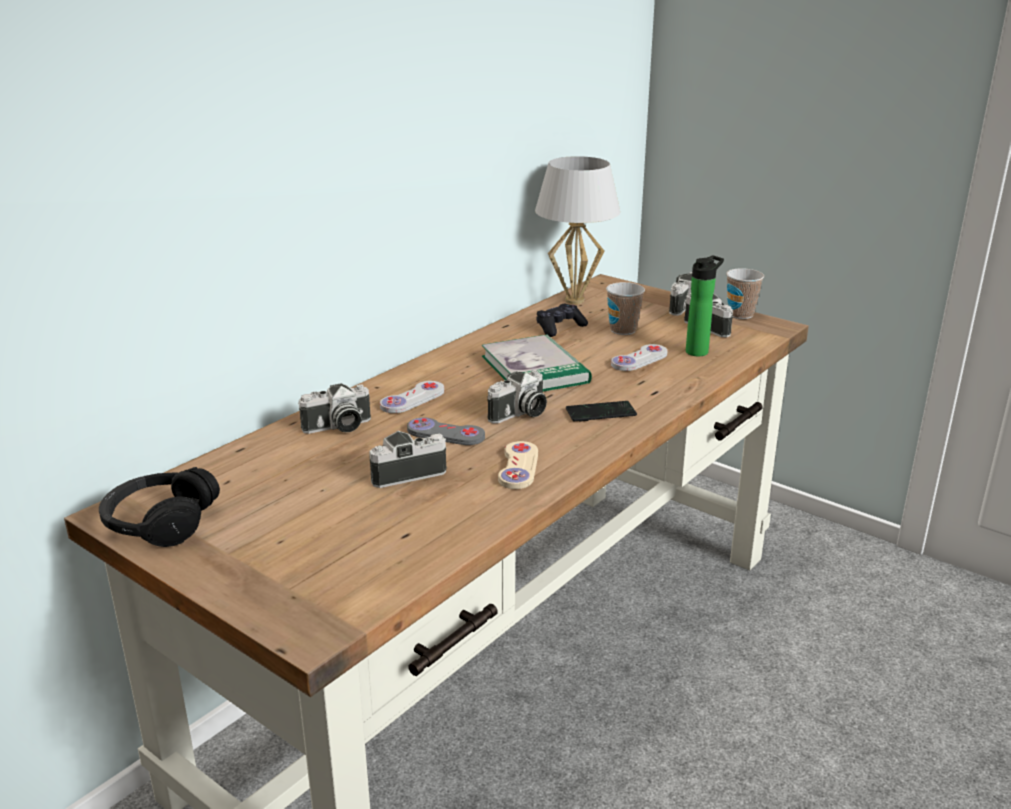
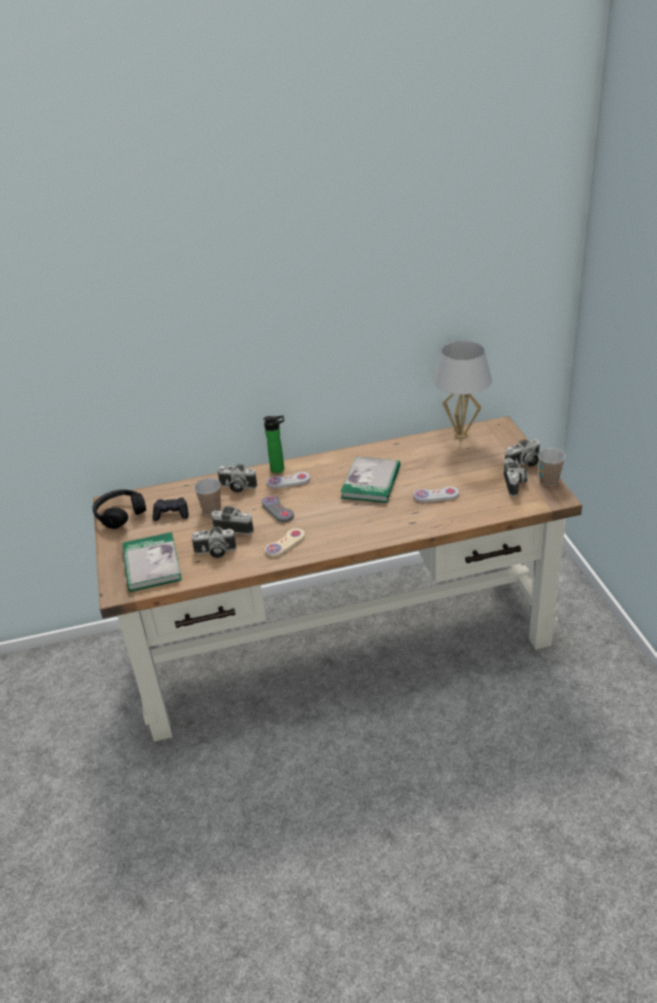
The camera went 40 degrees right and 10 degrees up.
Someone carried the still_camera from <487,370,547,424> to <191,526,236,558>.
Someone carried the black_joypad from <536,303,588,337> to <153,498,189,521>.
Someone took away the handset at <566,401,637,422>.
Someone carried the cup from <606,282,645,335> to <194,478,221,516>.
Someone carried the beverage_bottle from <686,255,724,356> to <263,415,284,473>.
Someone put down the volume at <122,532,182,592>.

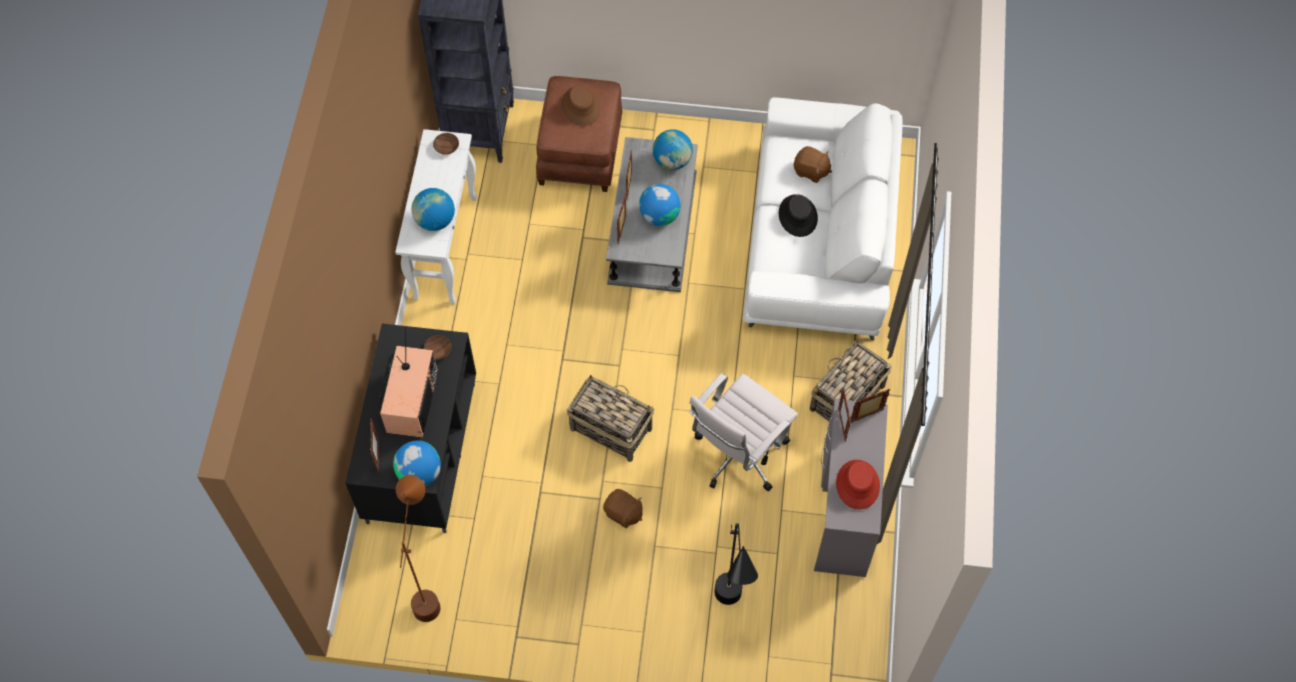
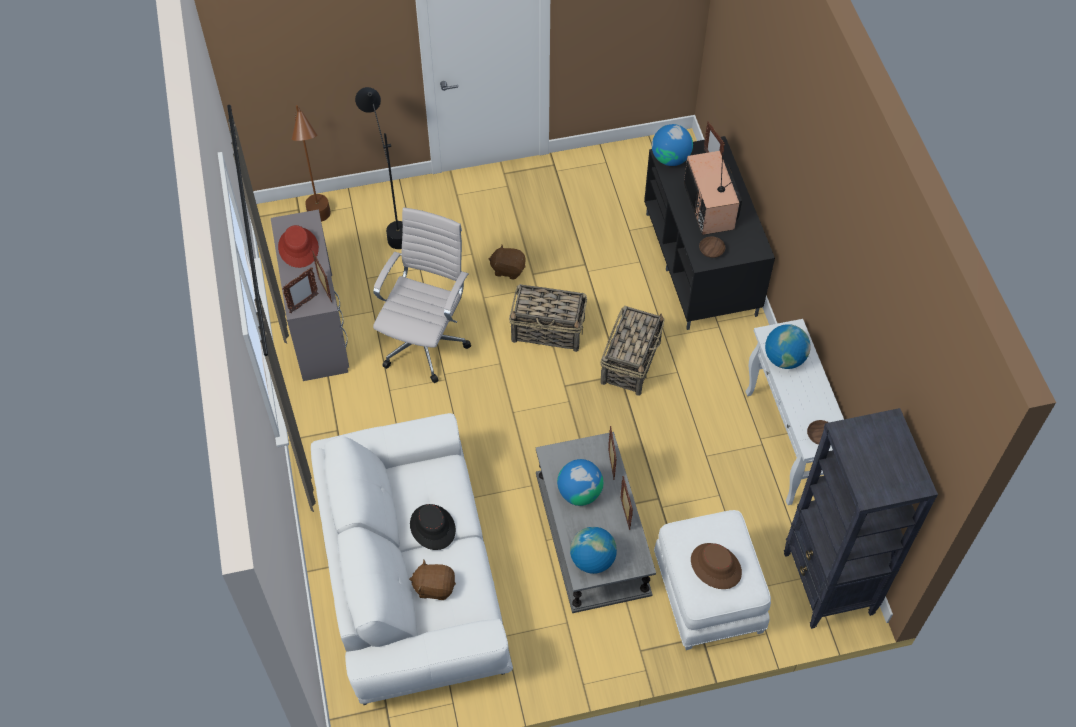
The camera went 160 degrees right and 5 degrees down.
Someone carried the brownish_standard_lamp from <396,475,440,622> to <292,105,331,222>.
Someone repainted the brownish_ottoman at <536,76,623,192>, which became the white-coloured_ottoman at <654,510,771,650>.
Someone carried the storage_basket from <810,340,892,421> to <600,306,665,396>.

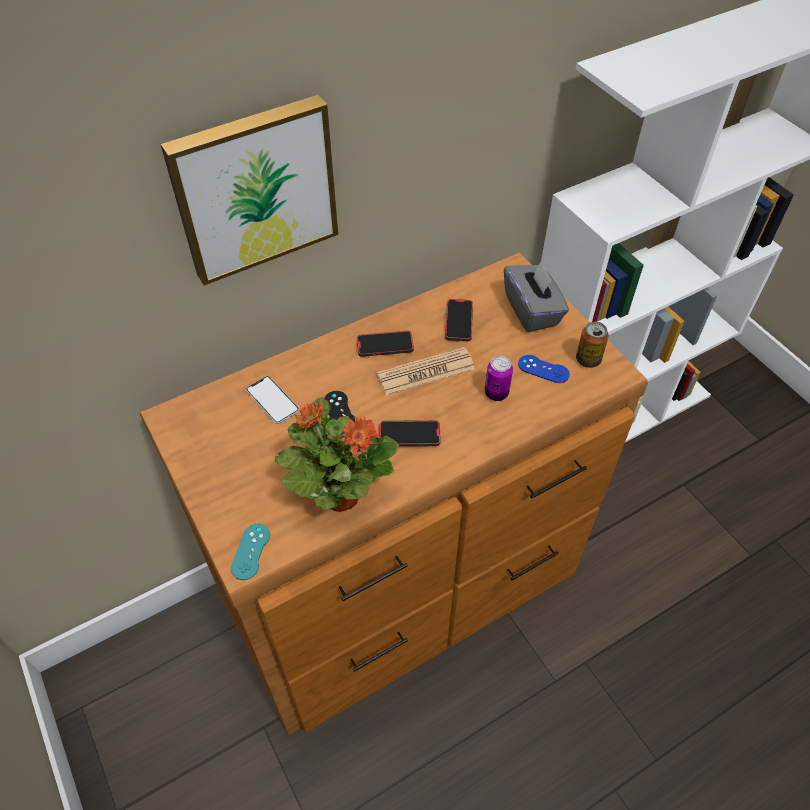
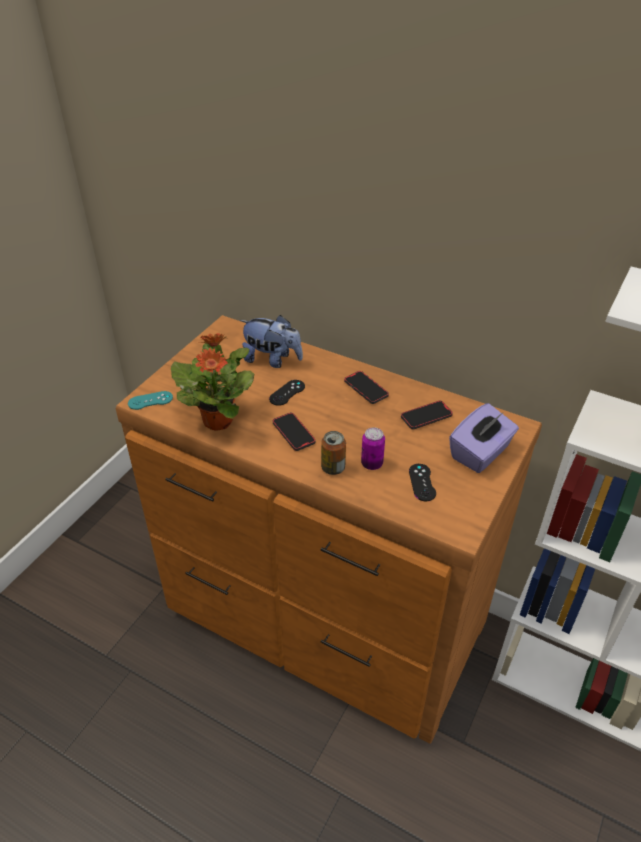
The camera went 60 degrees right and 10 degrees down.
Someone took away the wall_picture at <161,95,338,285>.
Someone swapped the handset at <246,376,300,424> for the cuddly_toy at <240,315,303,368>.
Someone took away the daily_paper at <377,347,475,395>.
Someone repainted the gray_tissue_holder at <504,260,569,332>, which became the purple-coloured_tissue_holder at <449,403,519,473>.
Someone repainted the blue-coloured_joypad at <518,355,570,383>, which became the black_joypad at <409,464,436,501>.
Someone carried the can from <576,322,609,368> to <321,431,346,475>.

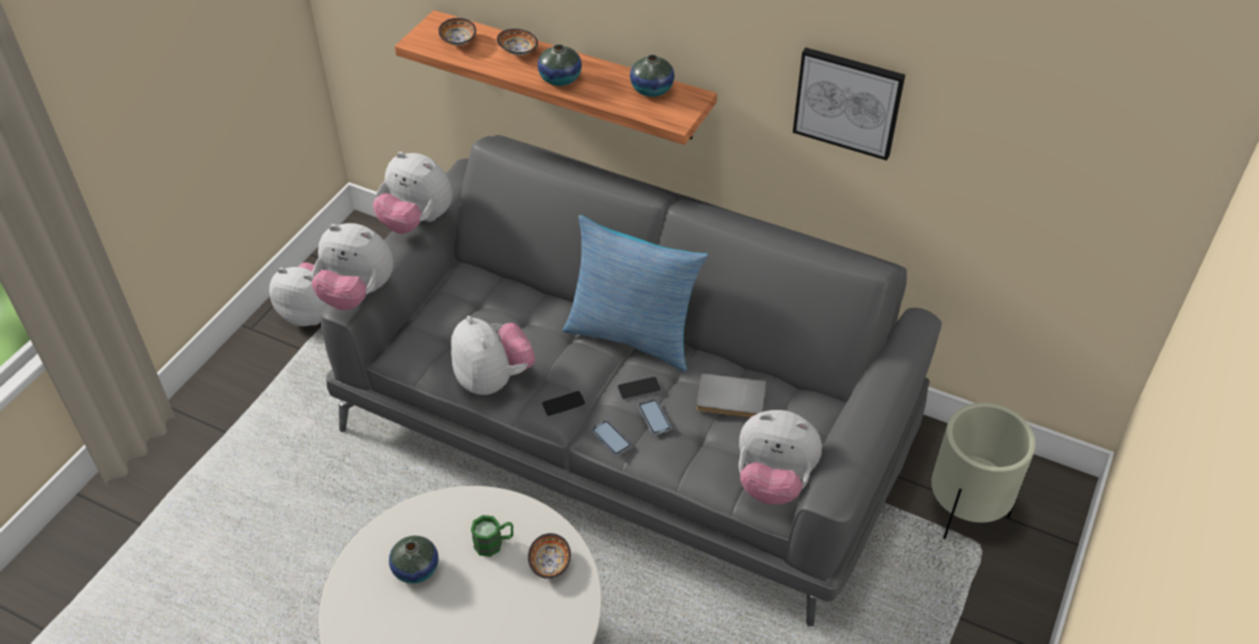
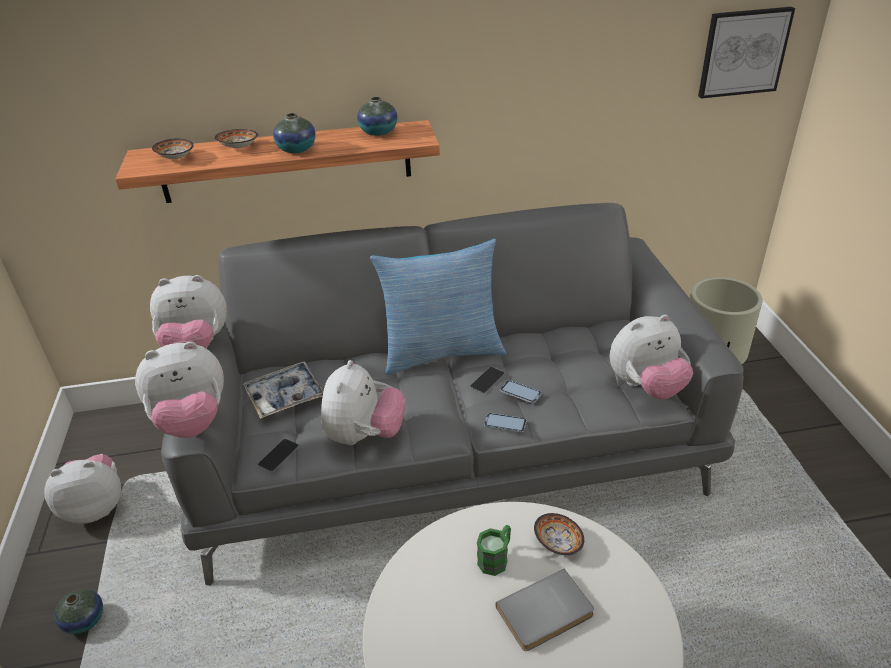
The camera went 35 degrees left and 10 degrees down.
Someone carried the decorative_vase from <389,536,438,584> to <54,589,103,634>.
Someone rotated the cuddly_toy at <451,316,535,395> by 75 degrees clockwise.
Someone carried the handset from <542,391,586,417> to <258,439,299,472>.
Someone carried the gray_volume from <696,373,766,418> to <495,569,594,651>.
Someone carried the wall_picture from <793,47,905,161> to <698,7,795,99>.
Someone put down the carrying_tray at <243,361,323,419>.

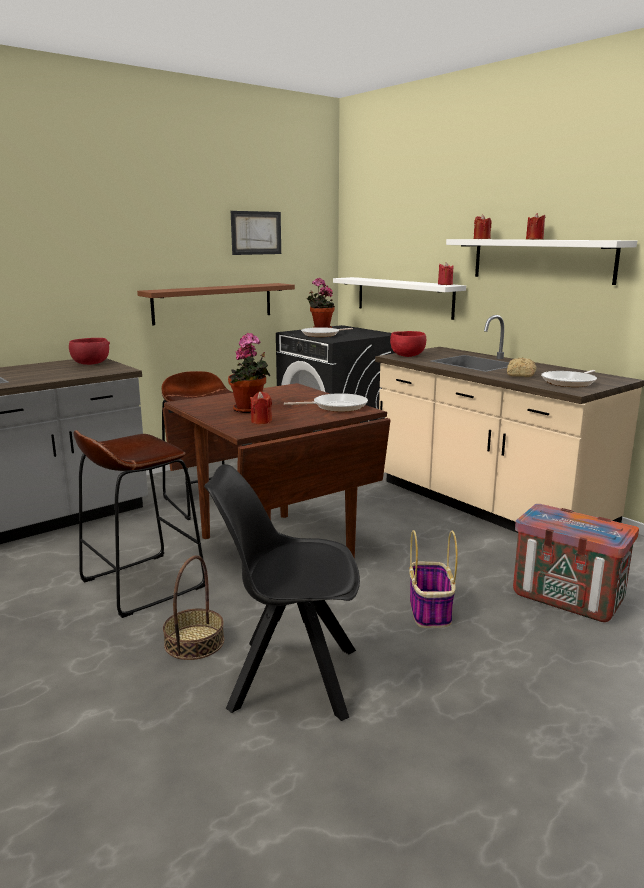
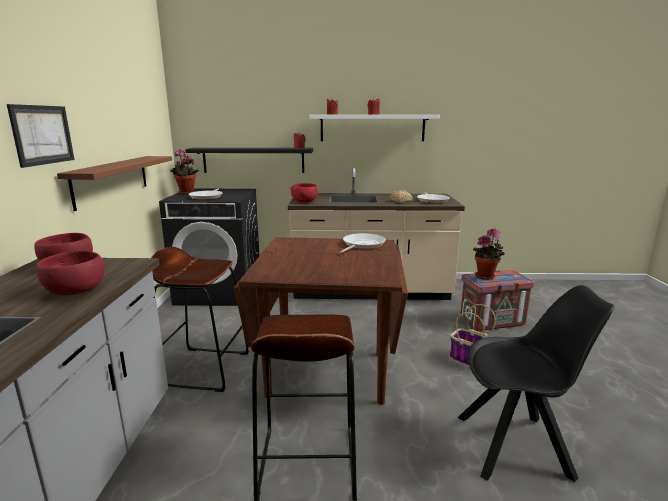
The camera went 50 degrees left and 0 degrees up.
Someone took away the storage_basket at <163,555,224,660>.
Someone rotated the black_chair at <204,464,360,721> by 135 degrees counterclockwise.
Someone carried the potted_plant from <228,333,270,413> to <473,228,505,280>.
Someone carried the wall_picture from <231,211,281,255> to <7,104,75,168>.
Someone took away the red-coloured_wax_light at <250,391,272,424>.
Someone repainted the white-coloured_shelf at <333,277,466,320>, which became the black_shelf at <185,148,313,173>.
Someone put down the red-coloured_bowl at <36,251,105,295>.

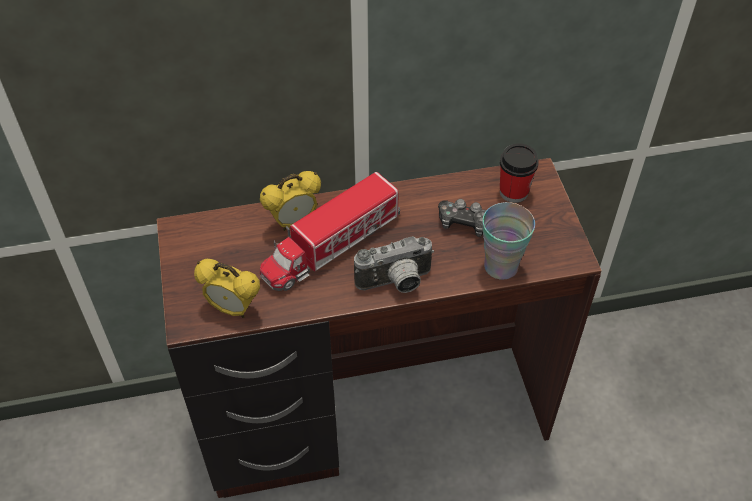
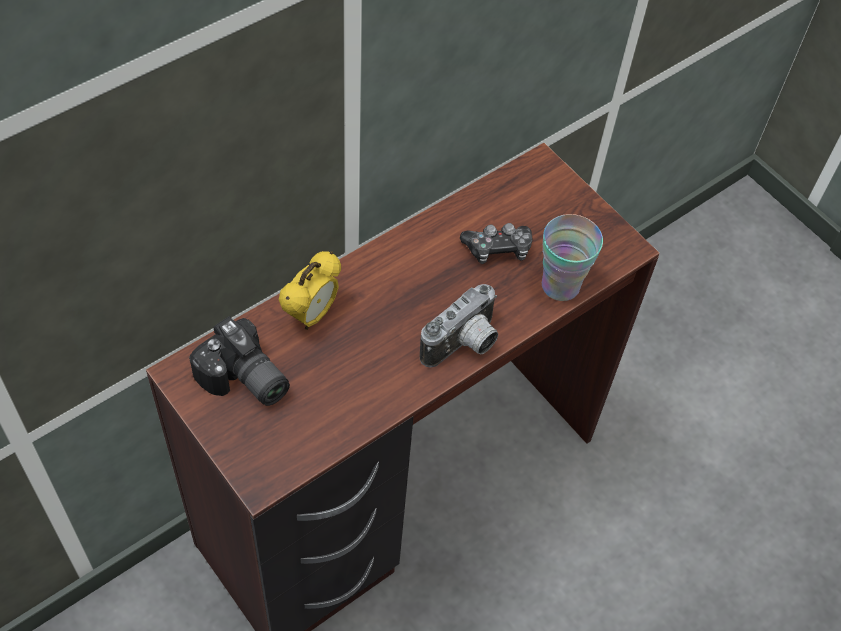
The camera went 30 degrees left and 5 degrees up.
Someone took away the bedside_clock at <194,259,260,318>.
Someone took away the model_truck at <260,172,400,291>.
Someone took away the cup at <500,143,539,203>.
Someone put down the still_camera at <189,316,290,406>.

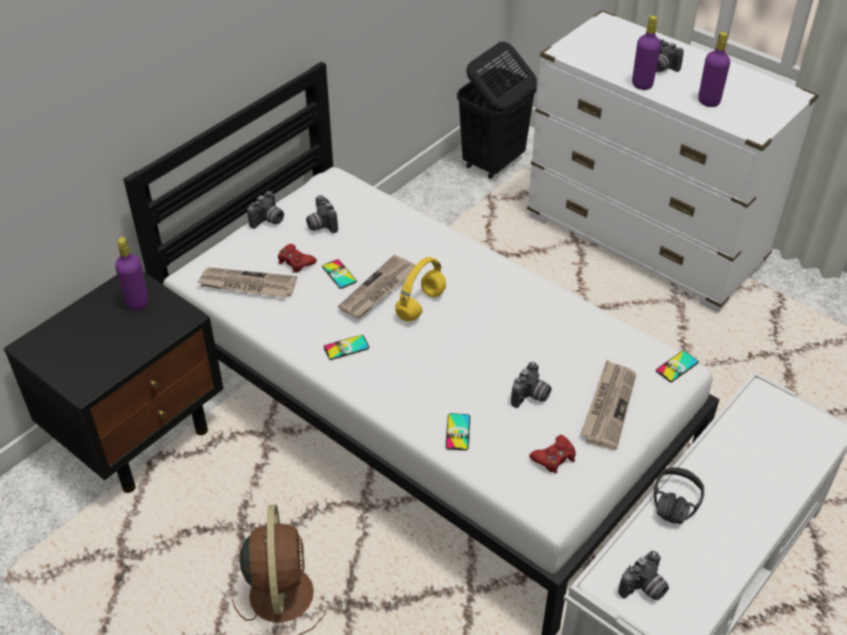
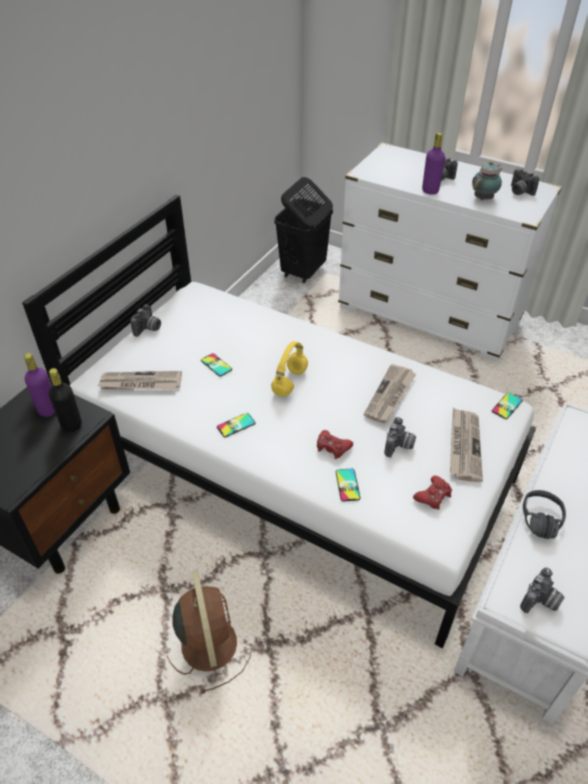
The camera went 10 degrees left and 0 degrees up.
Someone carried the red-coloured_joypad from <278,244,317,273> to <317,430,353,459>.
Someone carried the still_camera from <306,195,338,233> to <511,168,539,196>.
Someone carried the daily_paper from <338,255,415,318> to <364,364,416,423>.
Someone swapped the purple-coloured_beverage_bottle at <698,32,730,107> for the tea_pot at <472,161,503,200>.
Someone put down the black_beverage_bottle at <49,368,82,432>.

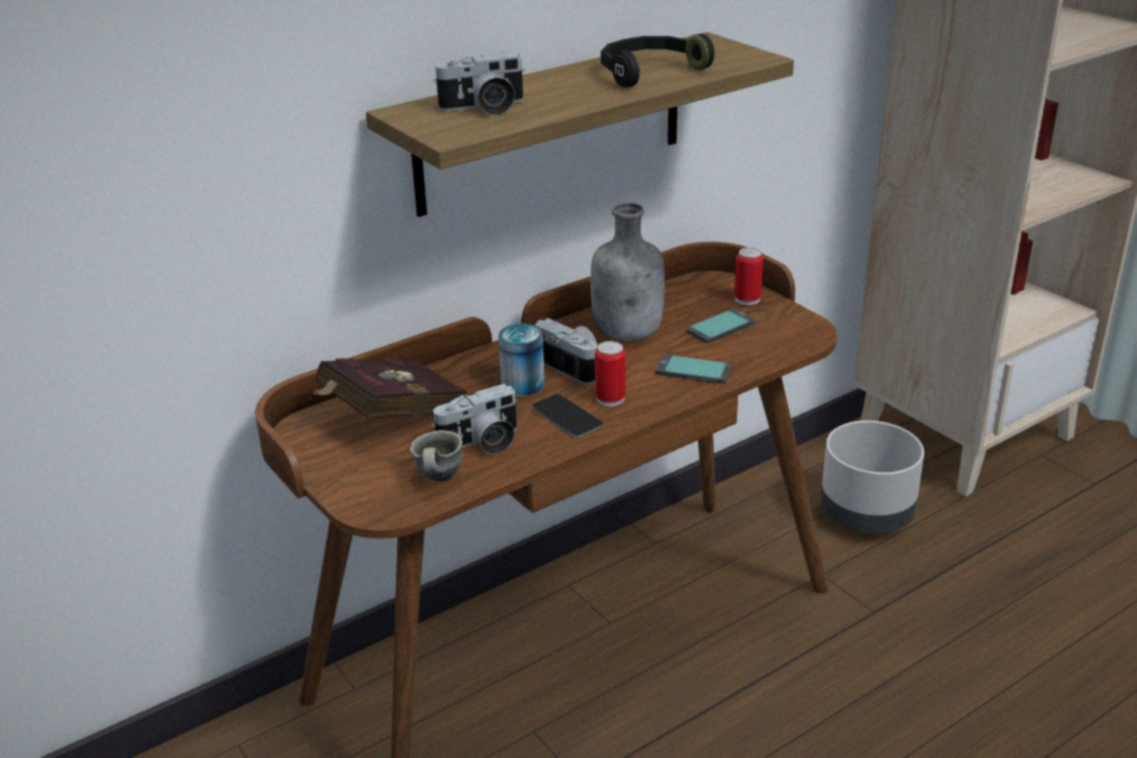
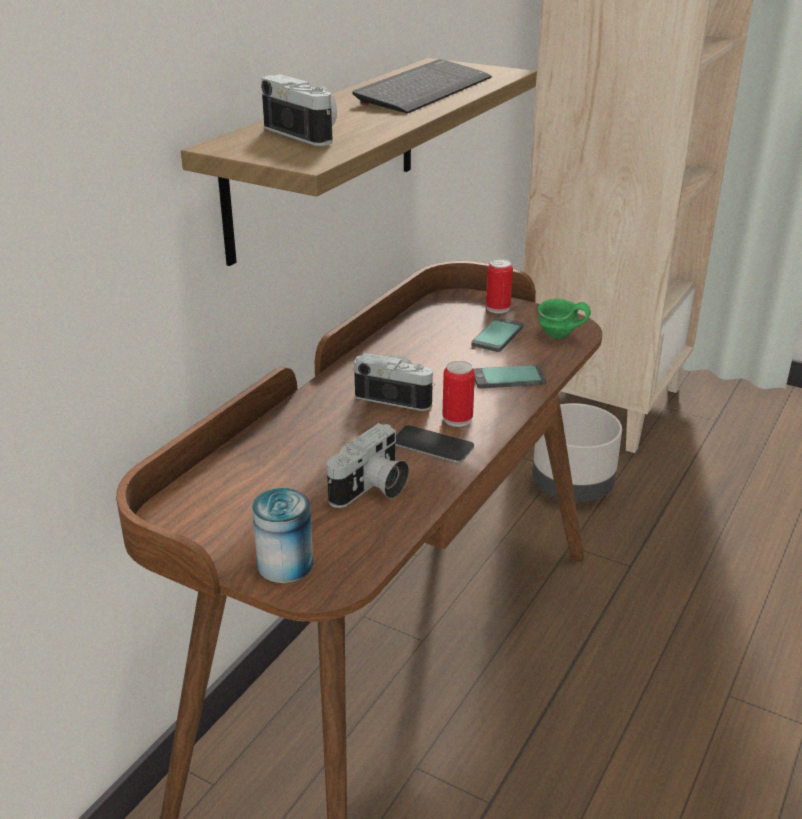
The camera went 25 degrees left and 0 degrees up.
Someone took away the red-coloured_volume at <312,357,467,419>.
Someone took away the gray_mug at <410,430,463,482>.
Someone rotated the still_camera at <433,51,525,115> by 90 degrees counterclockwise.
Someone carried the can from <498,324,545,396> to <252,488,313,583>.
Someone took away the gray_beverage_bottle at <591,202,665,341>.
Someone swapped the black_headphones at <601,34,715,87> for the computer_keyboard at <352,59,492,114>.
Someone put down the green-coloured_mug at <538,298,591,339>.

